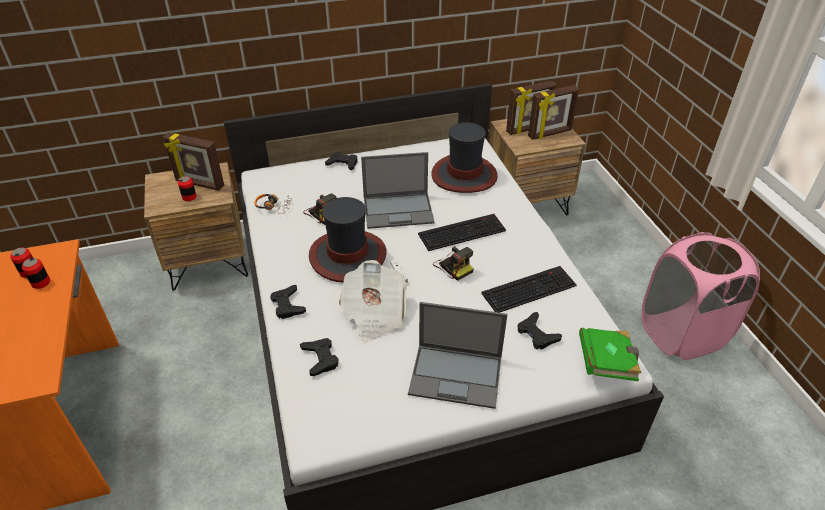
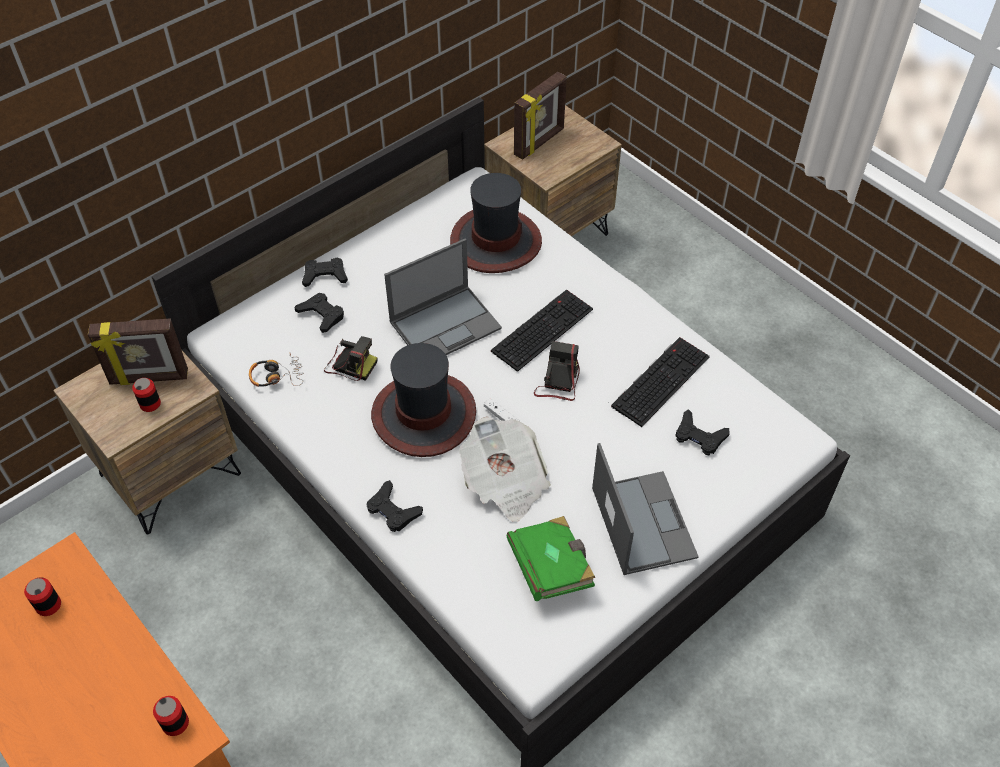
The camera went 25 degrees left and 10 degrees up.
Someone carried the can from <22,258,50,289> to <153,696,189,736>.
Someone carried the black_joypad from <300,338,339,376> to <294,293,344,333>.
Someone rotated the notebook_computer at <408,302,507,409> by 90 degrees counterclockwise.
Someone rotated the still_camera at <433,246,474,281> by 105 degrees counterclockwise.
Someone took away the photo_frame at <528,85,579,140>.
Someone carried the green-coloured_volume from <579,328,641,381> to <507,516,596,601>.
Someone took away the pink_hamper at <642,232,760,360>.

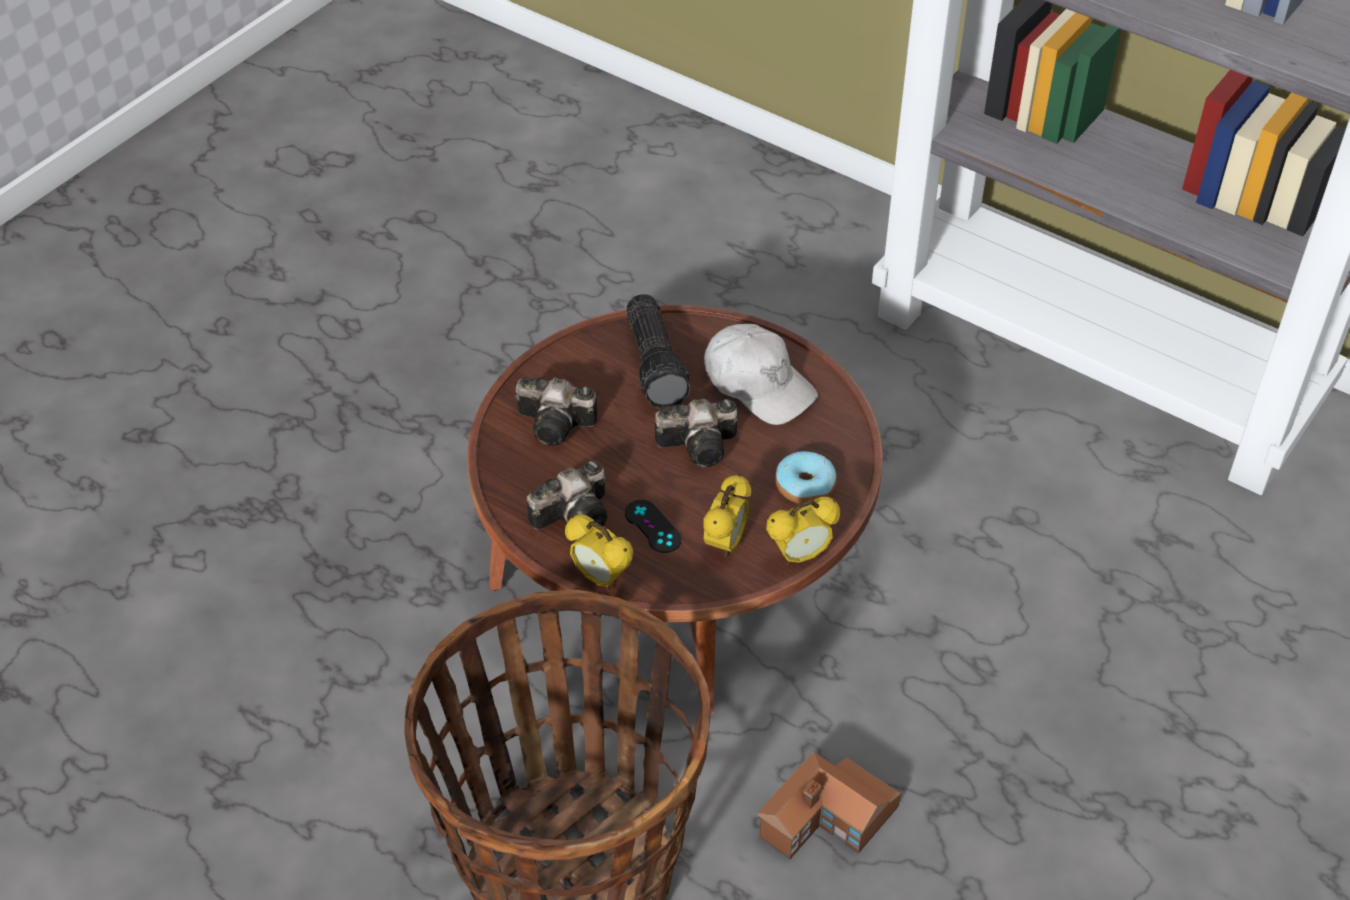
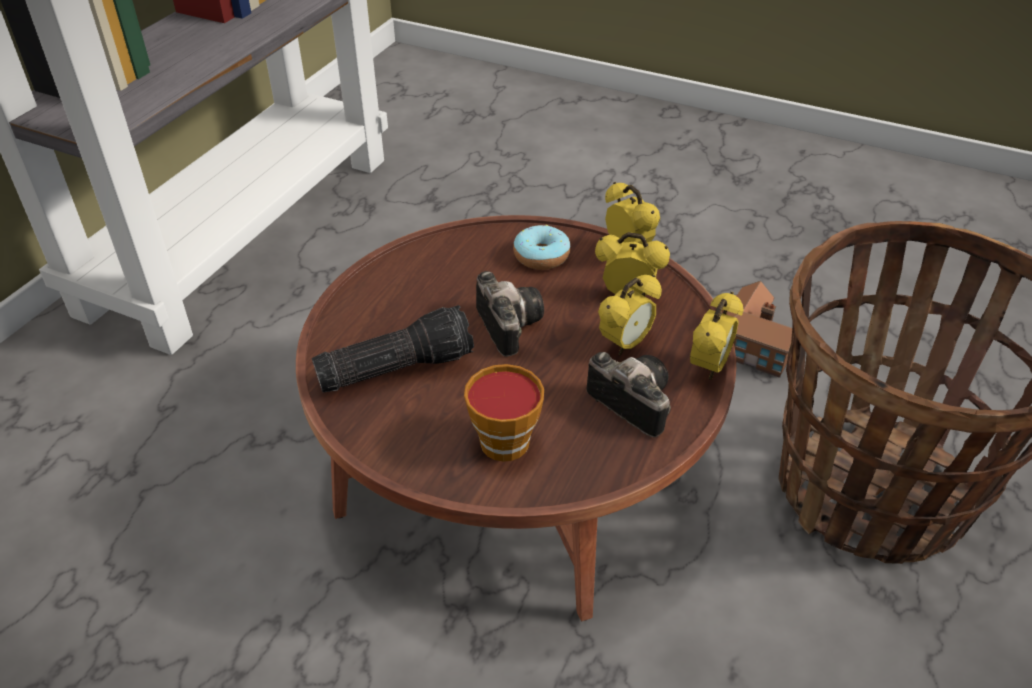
The camera went 100 degrees left and 5 degrees down.
Someone swapped the still_camera at <515,377,598,446> for the cup at <464,364,544,462>.
Someone swapped the black_joypad at <625,500,681,553> for the bedside_clock at <598,274,662,356>.
Someone took away the white-coloured_baseball_cap at <704,324,818,425>.

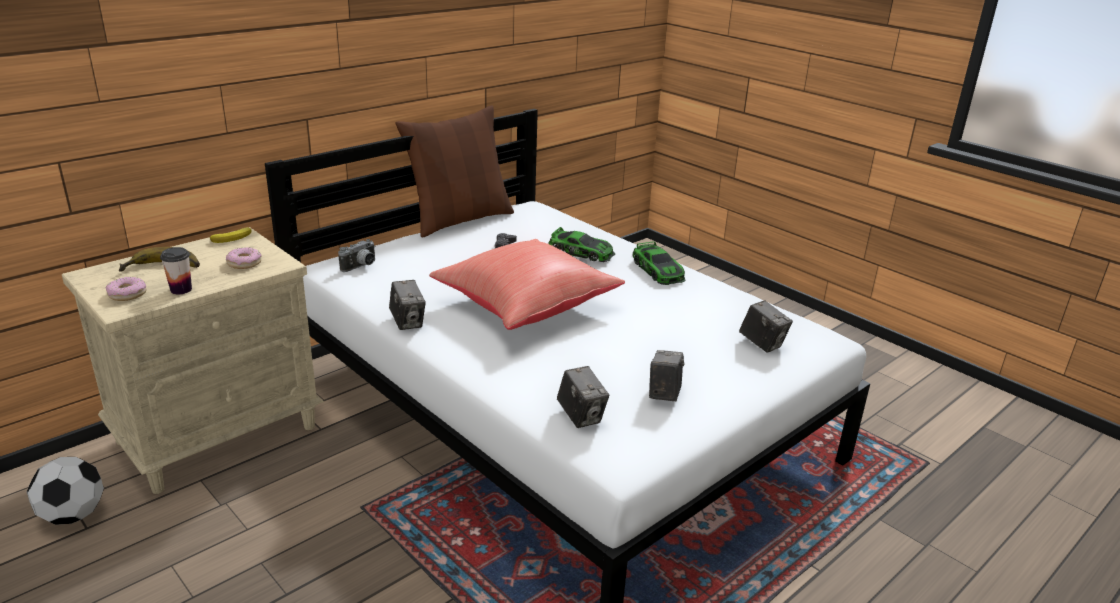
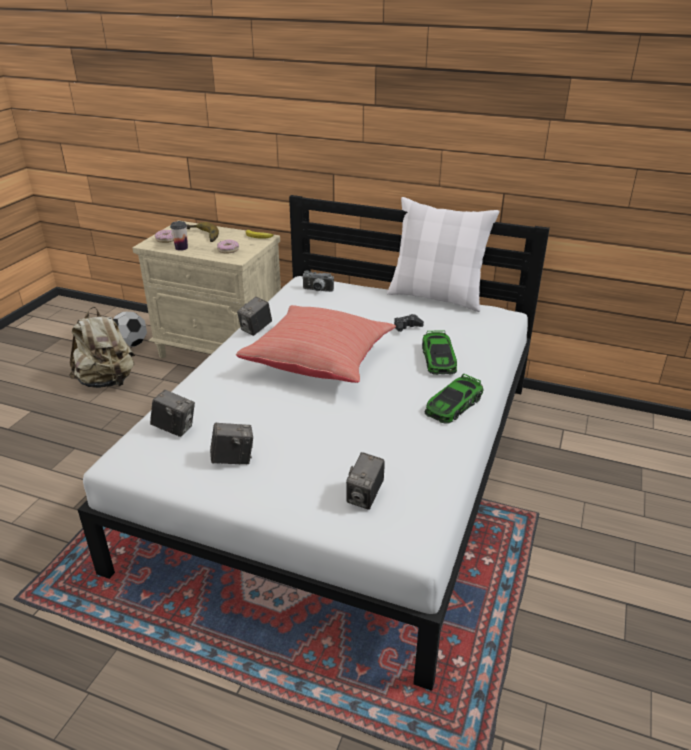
The camera went 65 degrees right and 5 degrees up.
Someone repainted the brownish_pillow at <396,106,514,237>, which became the white-coloured_pillow at <387,197,500,312>.
Someone rotated the still_camera at <557,366,609,428> by 105 degrees counterclockwise.
Someone put down the sand-coloured_backpack at <69,307,135,388>.

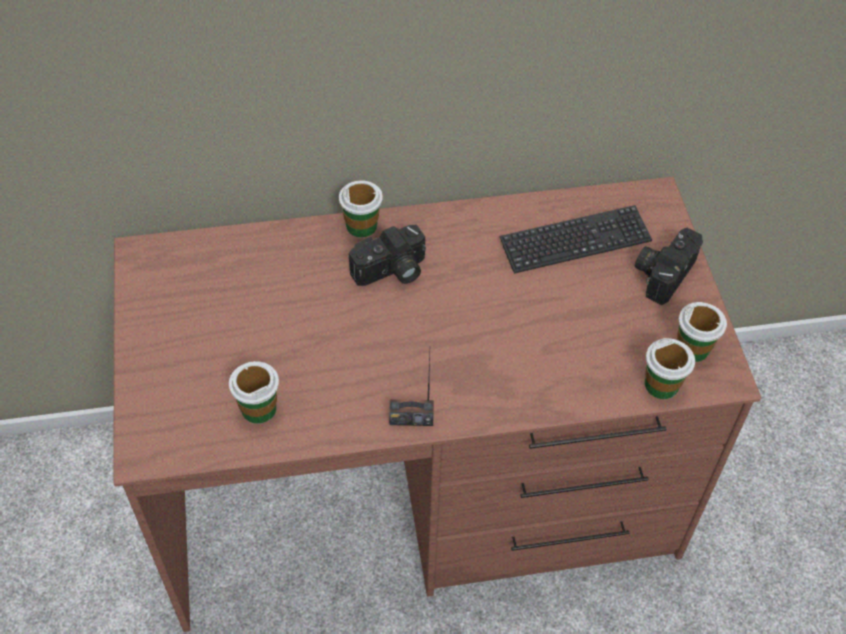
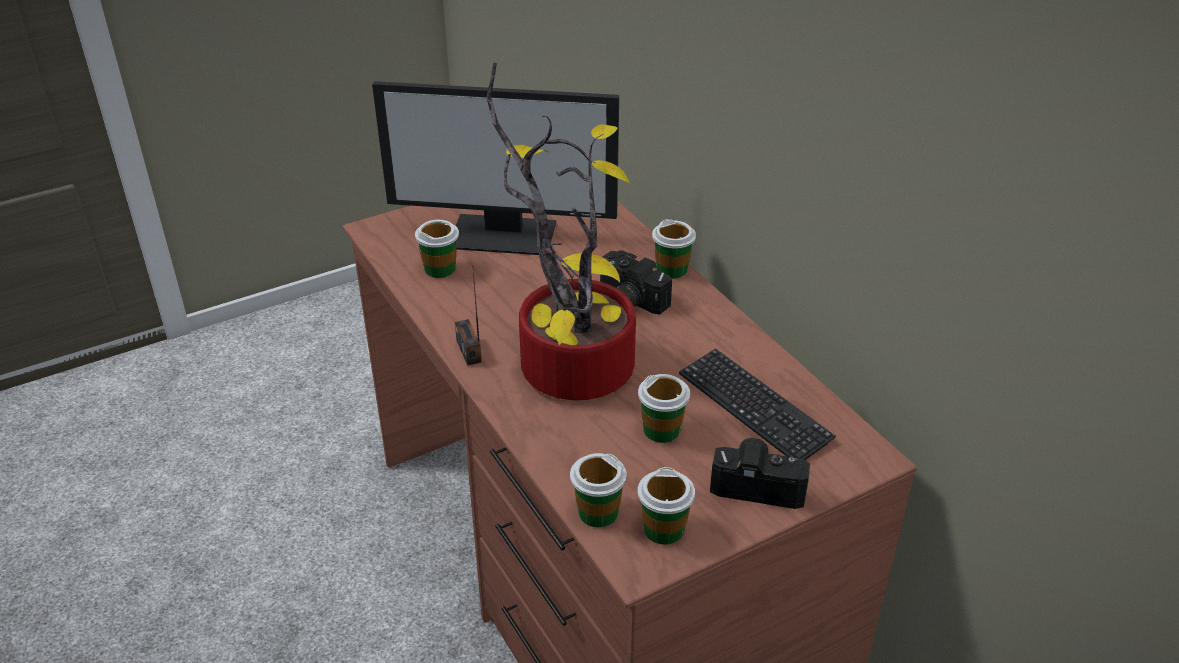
The camera went 70 degrees right and 15 degrees down.
Someone put down the monitor at <372,81,619,255>.
Someone put down the potted_plant at <487,63,636,400>.
Someone put down the cup at <638,374,690,443>.

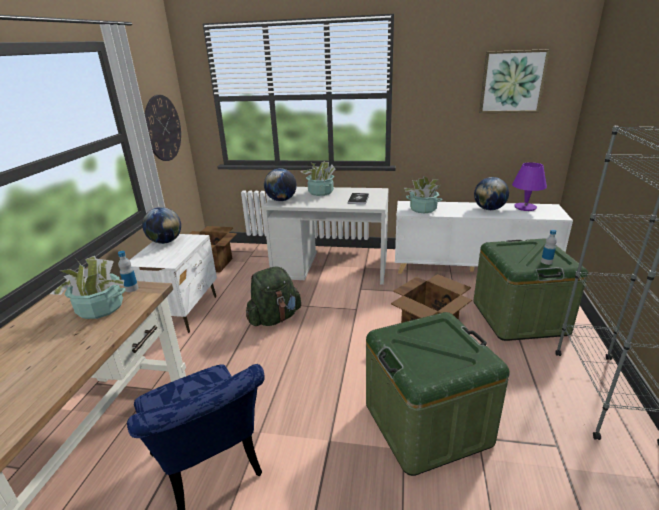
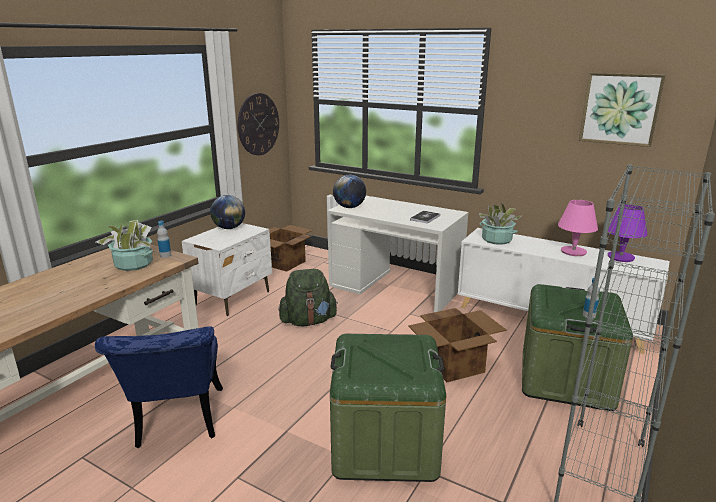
The camera went 20 degrees right and 5 degrees down.
Someone took away the potted_plant at <300,161,335,196>.
Someone swapped the globe at <474,177,509,210> for the pink_lamp_for_a_table at <558,200,598,256>.

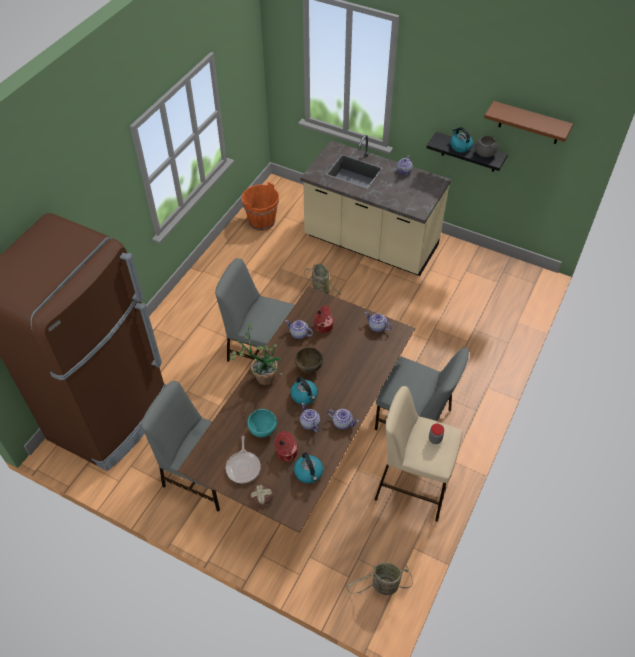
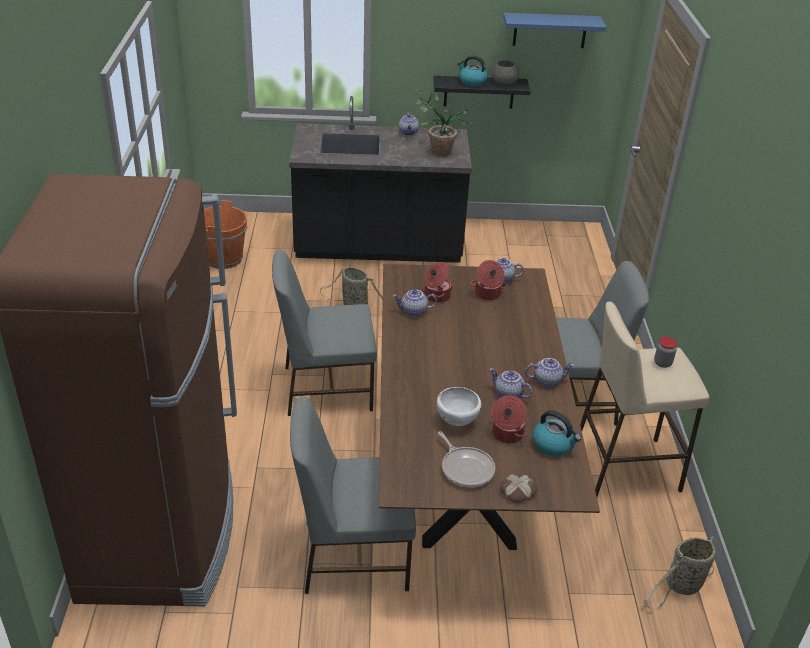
The camera went 30 degrees left and 15 degrees down.
Someone carried the potted_plant from <230,323,283,385> to <416,90,473,157>.
Someone repainted the turquoise_bowl at <247,409,277,438>, which became the white-coloured_bowl at <437,387,481,426>.
Someone took away the kettle at <290,376,318,405>.
Someone took away the brownish_bowl at <295,347,323,374>.
Someone repainted the sand-coloured_kitchen_base_unit at <301,135,451,276>, which became the black_kitchen_base_unit at <289,96,472,263>.
Someone repainted the brownish_shelf at <484,101,573,144>, which became the blue-coloured_shelf at <503,13,606,48>.
Someone put down the stockpot at <470,260,508,300>.

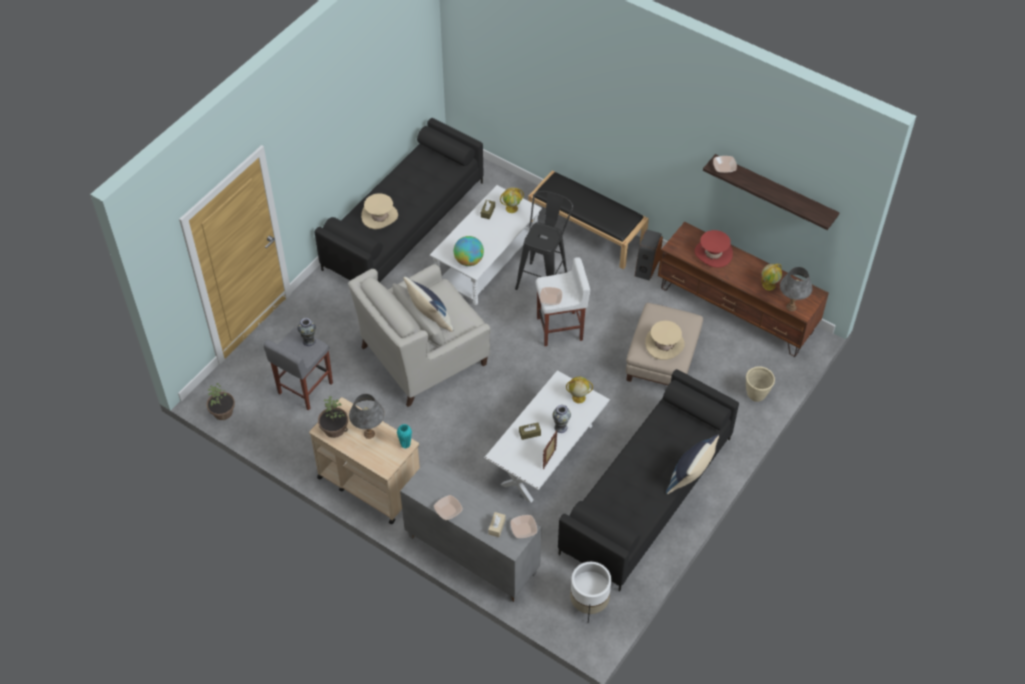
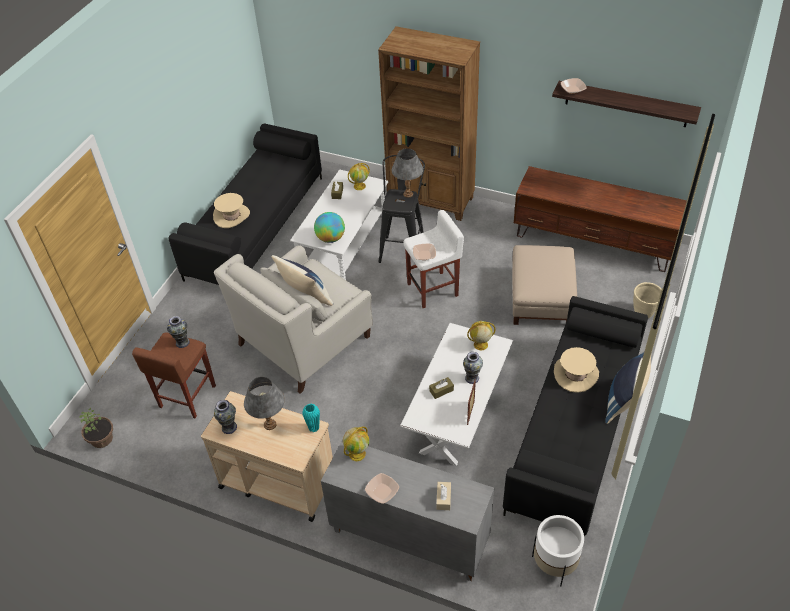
The camera went 10 degrees left and 5 degrees down.
Someone repainted the gray_stool_seat at <263,328,333,410>, which became the brownish_stool_seat at <132,332,216,418>.
Someone swapped the potted_plant at <318,396,348,438> for the decorative_vase at <214,400,237,434>.
Someone took away the bowl at <511,515,537,538>.
Someone swapped the black_long_seat at <528,170,649,269> for the brownish_shelving_unit at <378,26,480,221>.
Someone took away the loudspeaker at <635,229,663,280>.
Someone carried the sand-coloured_wearable_hat from <645,321,685,360> to <554,347,599,393>.
Someone took away the red-coloured_wearable_hat at <695,230,733,268>.
Someone carried the globe from <762,264,782,291> to <343,426,369,461>.
Someone carried the gray_lamp_for_a_table from <780,267,812,311> to <392,148,423,198>.

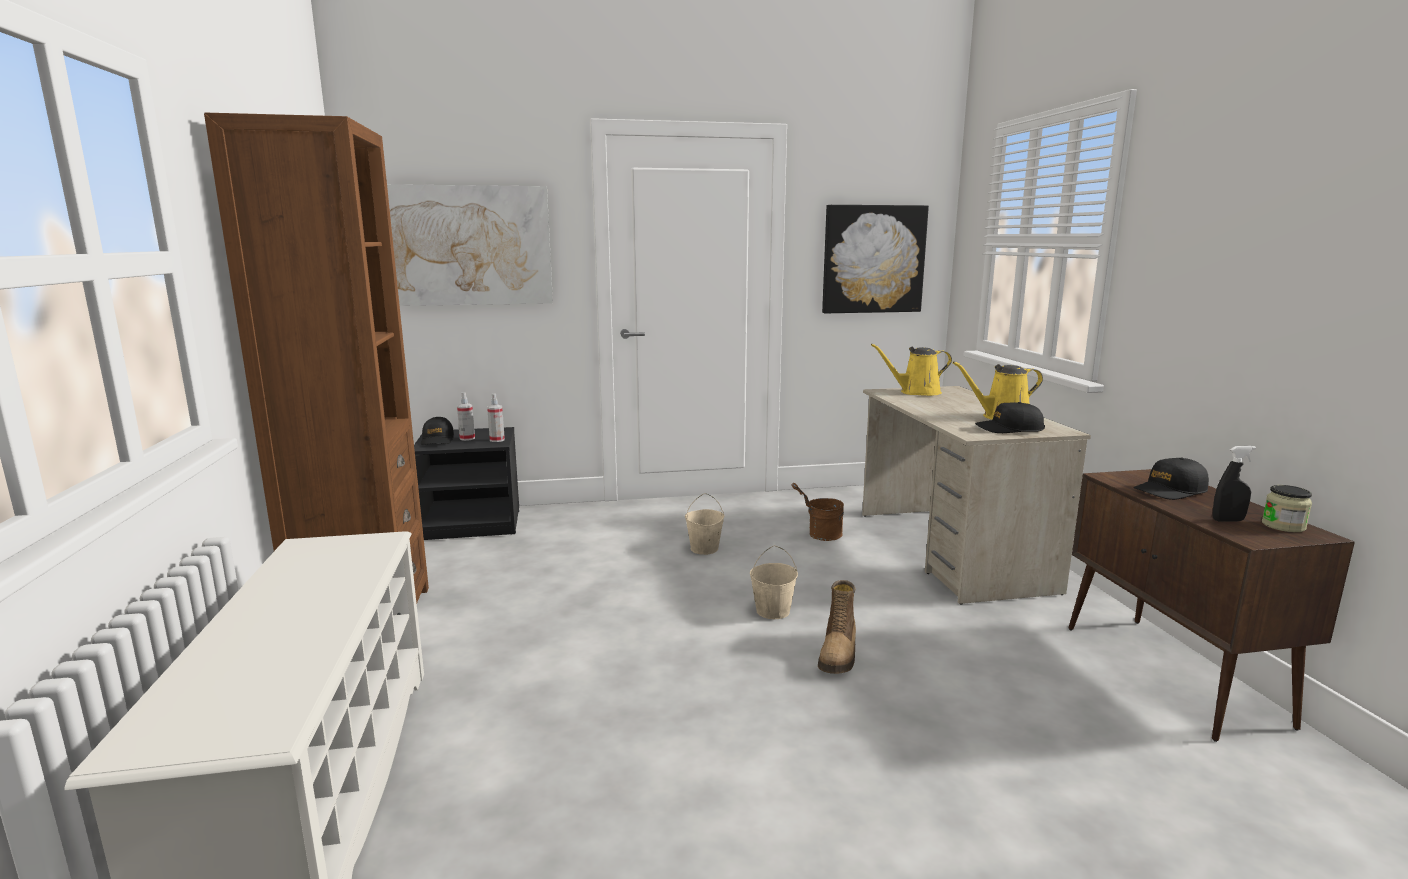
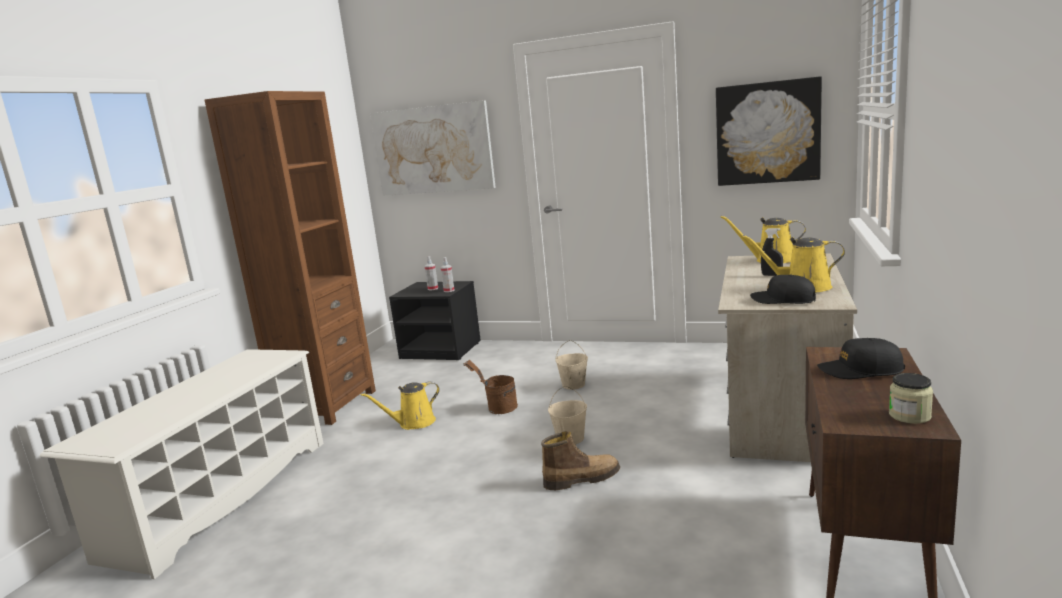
The camera went 30 degrees right and 0 degrees up.
Someone took away the black_baseball_cap at <421,417,454,445>.
Someone carried the brownish_water_bucket from <791,483,844,541> to <463,360,518,414>.
Someone rotated the boot at <818,580,856,674> by 150 degrees counterclockwise.
Someone carried the black_hand_sprayer from <1213,446,1256,521> to <761,228,783,276>.
Someone put down the yellowish_watering_can at <360,381,440,430>.

